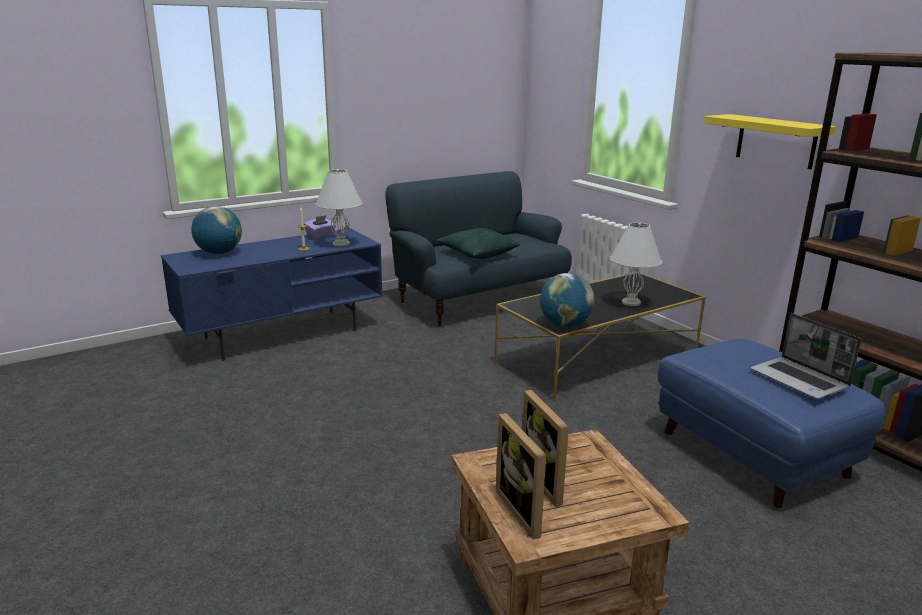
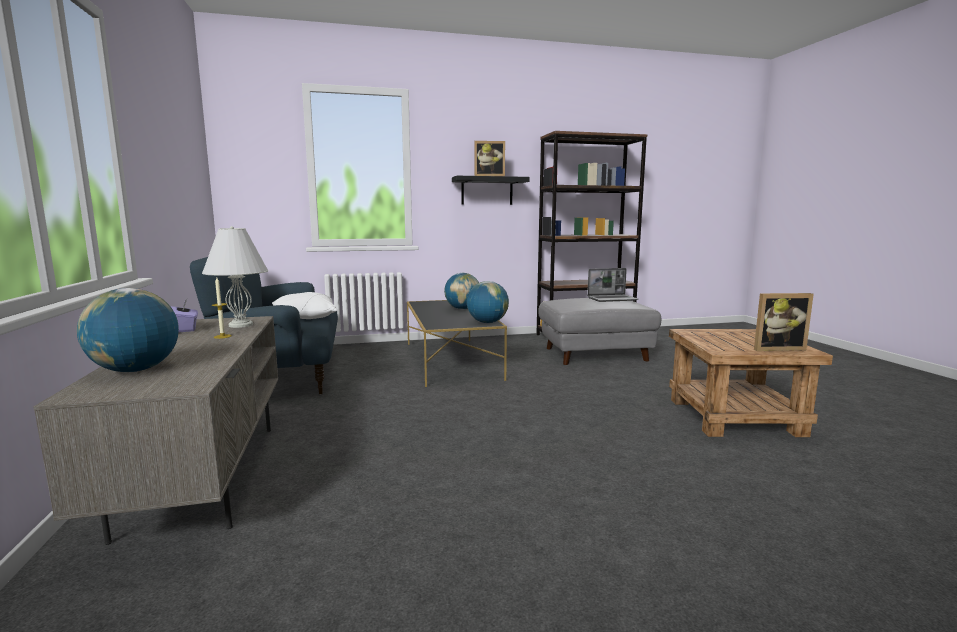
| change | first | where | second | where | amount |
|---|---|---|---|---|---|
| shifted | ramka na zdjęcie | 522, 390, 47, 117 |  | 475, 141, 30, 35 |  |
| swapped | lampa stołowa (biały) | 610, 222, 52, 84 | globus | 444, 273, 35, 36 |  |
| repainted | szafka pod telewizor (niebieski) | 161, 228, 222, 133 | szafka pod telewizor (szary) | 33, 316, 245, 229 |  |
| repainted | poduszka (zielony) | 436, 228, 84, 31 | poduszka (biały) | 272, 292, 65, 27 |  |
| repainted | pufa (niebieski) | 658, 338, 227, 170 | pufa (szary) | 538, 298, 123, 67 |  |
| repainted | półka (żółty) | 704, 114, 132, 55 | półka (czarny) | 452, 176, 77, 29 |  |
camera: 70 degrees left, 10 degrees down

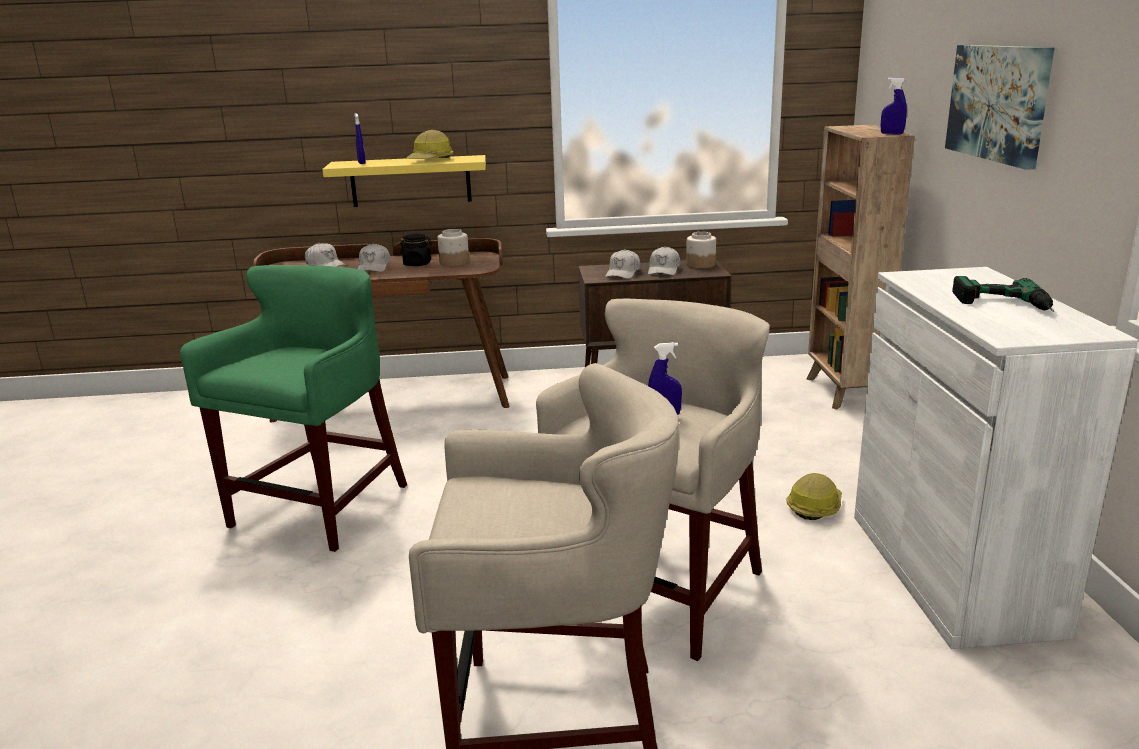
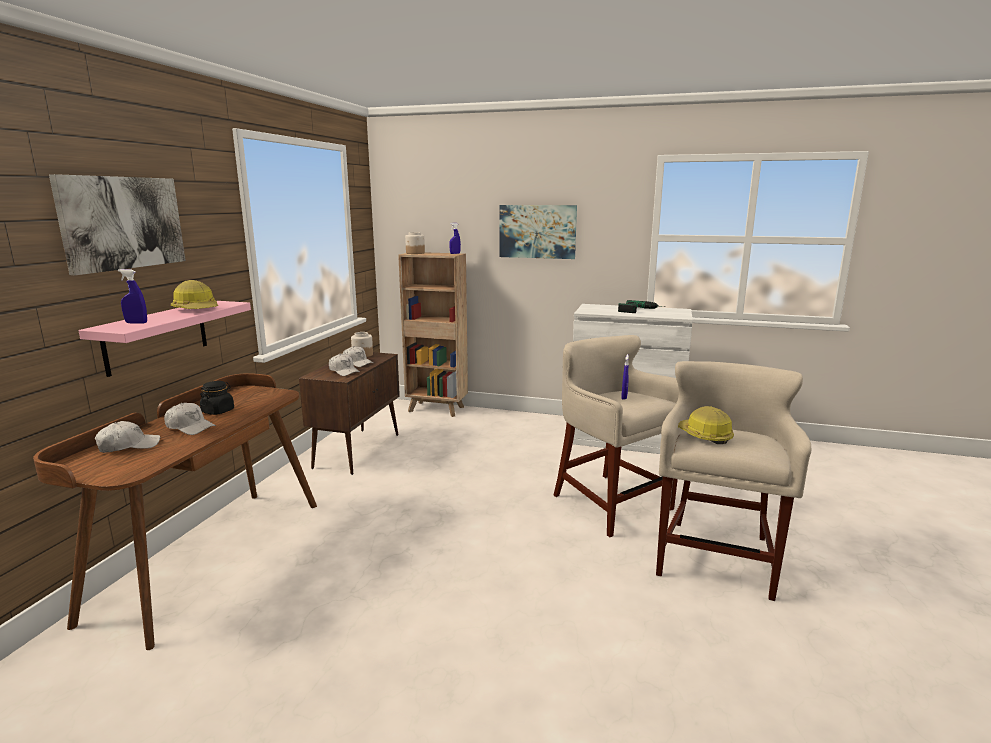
| change | first | where | second | where | amount |
|---|---|---|---|---|---|
| gone | stołek (zielony) | 180, 265, 227, 287 |  |  |  |
| new |  |  | obraz | 49, 174, 137, 101 |  |
| shifted | słoik | 437, 229, 32, 38 |  | 405, 232, 20, 22 |  |
| shifted | kask | 786, 473, 56, 47 |  | 678, 406, 56, 38 |  |
| repainted | półka (żółty) | 322, 155, 164, 52 | półka (różowy) | 78, 301, 173, 76 |  |
camera: 70 degrees left, 5 degrees down

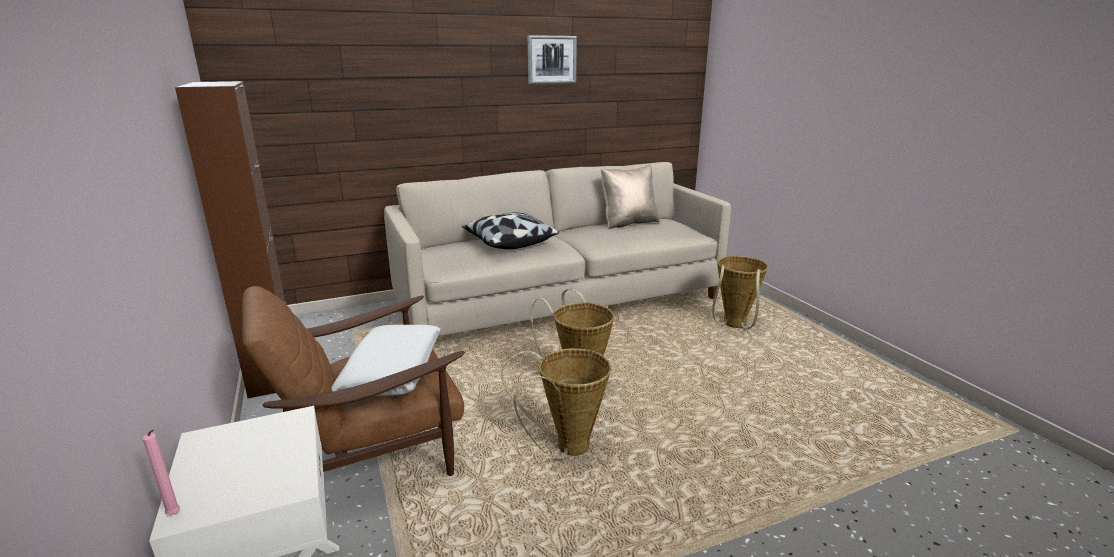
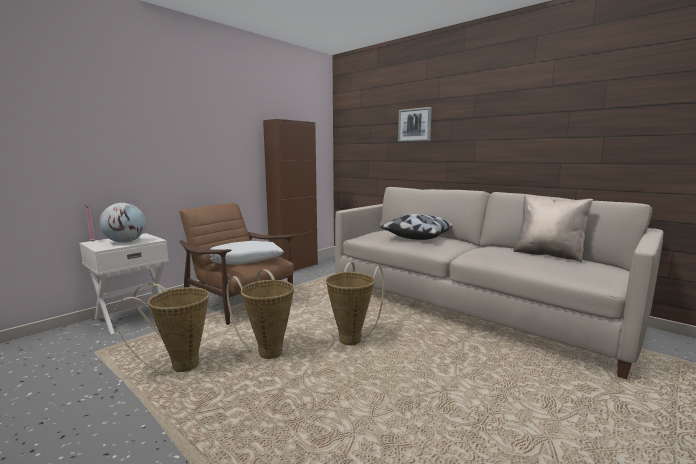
| change | first | where | second | where | amount |
|---|---|---|---|---|---|
| new |  |  | globus | 100, 203, 46, 40 |  |
| shifted | obraz | 528, 35, 49, 49 |  | 398, 107, 34, 35 |  |
| shifted | koszyk | 712, 256, 56, 73 |  | 114, 283, 95, 89 |  |
camera: 65 degrees right, 10 degrees down

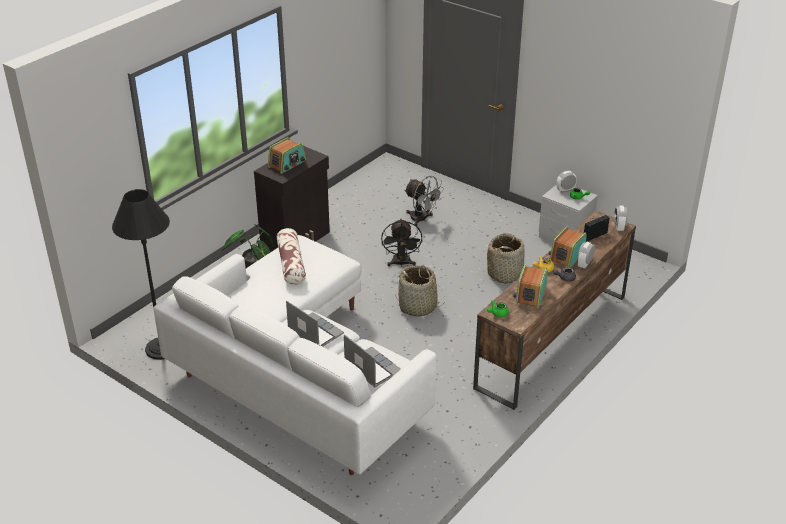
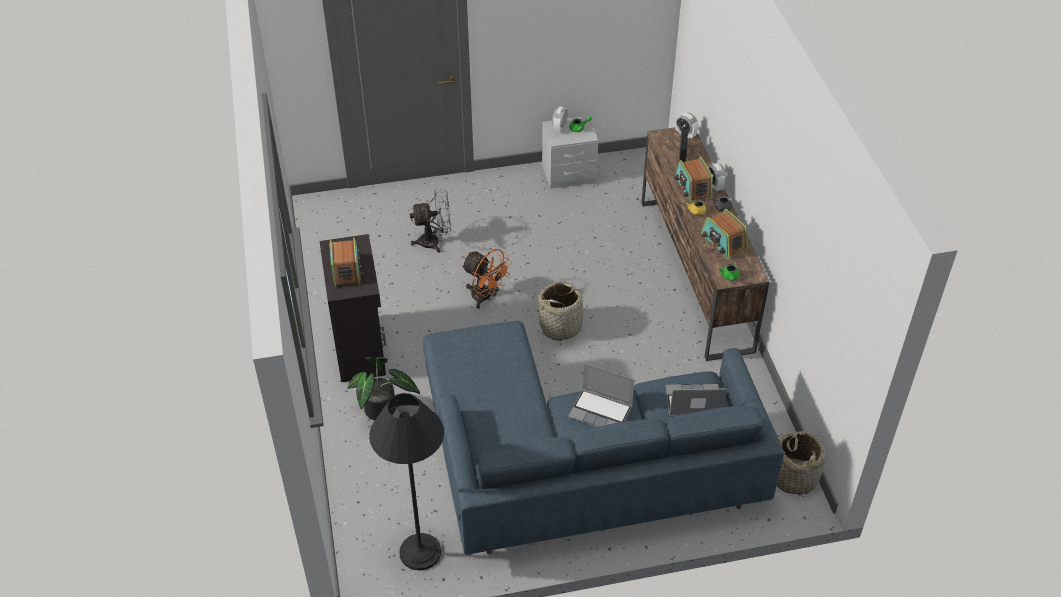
| change | first | where | second | where | amount |
|---|---|---|---|---|---|
| gone | poduszka | 276, 228, 30, 57 |  |  |  |
| shifted | koszyk | 487, 233, 38, 51 |  | 777, 429, 49, 68 |  |
| repainted | kanapa (biały) | 153, 235, 283, 240 | kanapa (niebieski) | 423, 321, 361, 234 |  |
| repainted | wentylator (czarny) | 381, 219, 42, 48 | wentylator (pomarańczowy) | 461, 249, 51, 60 |  |
| rotated | laptop | 286, 300, 58, 47 |  | 568, 363, 67, 64 | 150 degrees counterclockwise |
camera: 50 degrees left, 10 degrees up

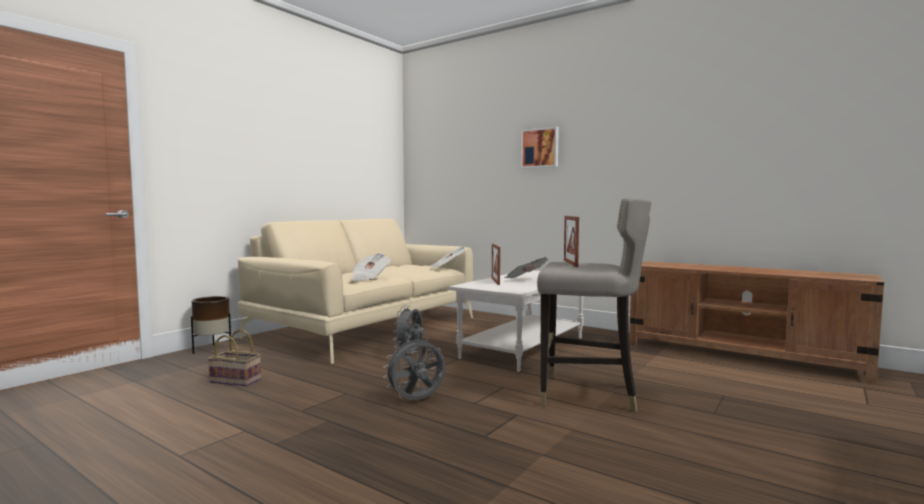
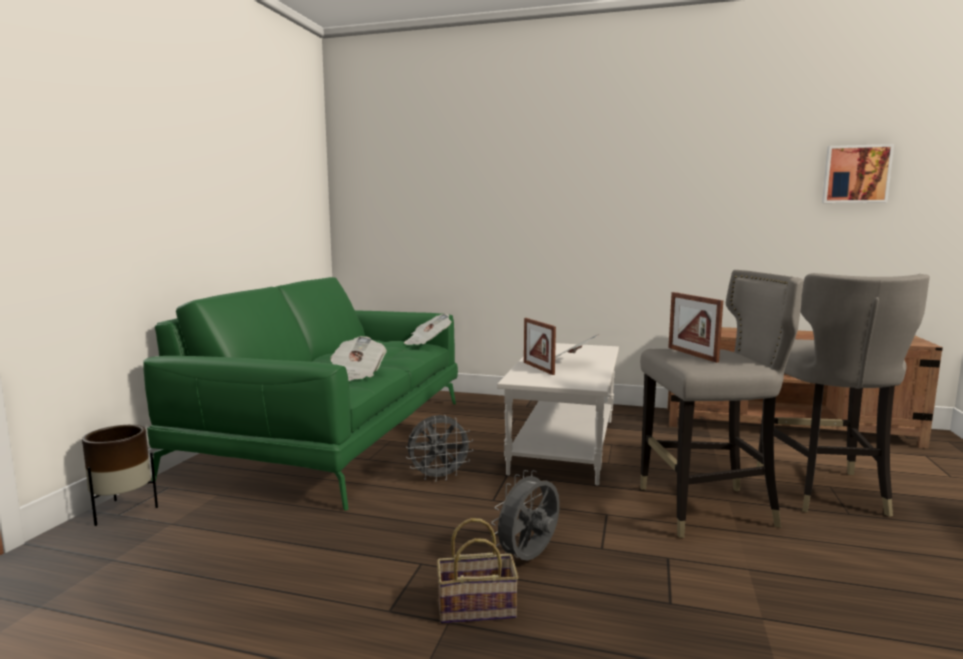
| change | first | where | second | where | amount |
|---|---|---|---|---|---|
| new |  |  | stołek (szary) | 757, 273, 173, 244 |  |
| shifted | koszyk | 208, 329, 53, 57 |  | 437, 518, 82, 106 |  |
| shifted | obraz | 521, 127, 38, 42 |  | 822, 144, 72, 59 |  |
| repainted | kanapa (beżowy) | 238, 219, 235, 145 | kanapa (zielony) | 143, 277, 315, 234 |  |
| rotated | wentylator (szary) | 393, 305, 32, 49 |  | 406, 415, 67, 67 | 105 degrees counterclockwise |
camera: 20 degrees left, 5 degrees up

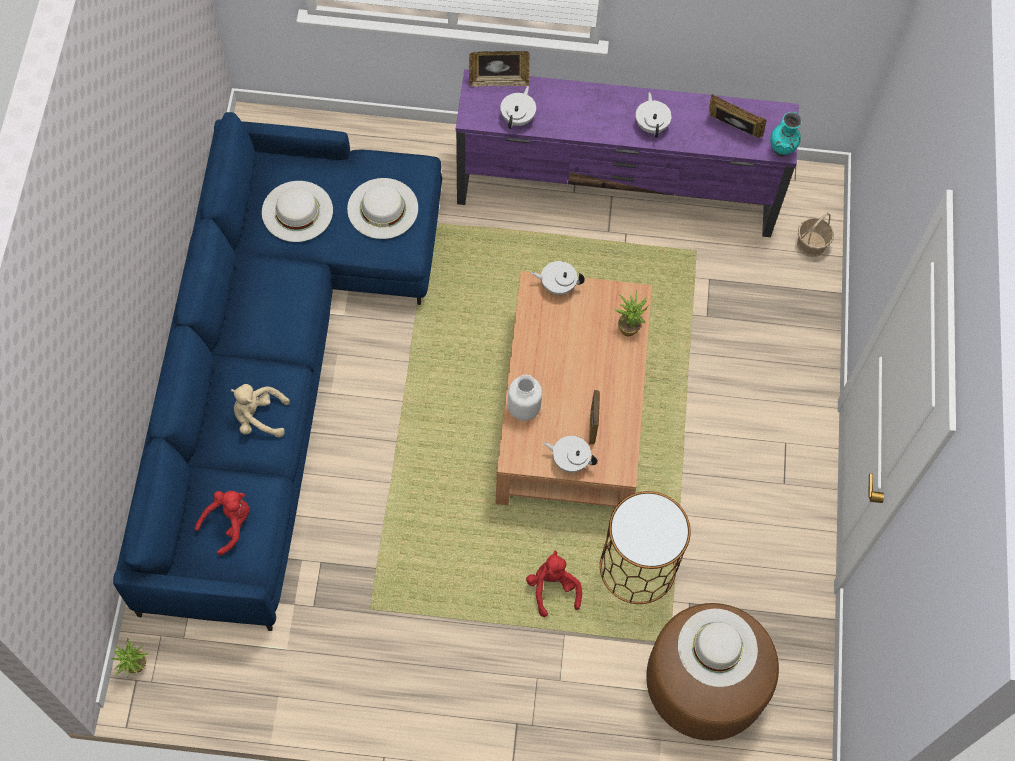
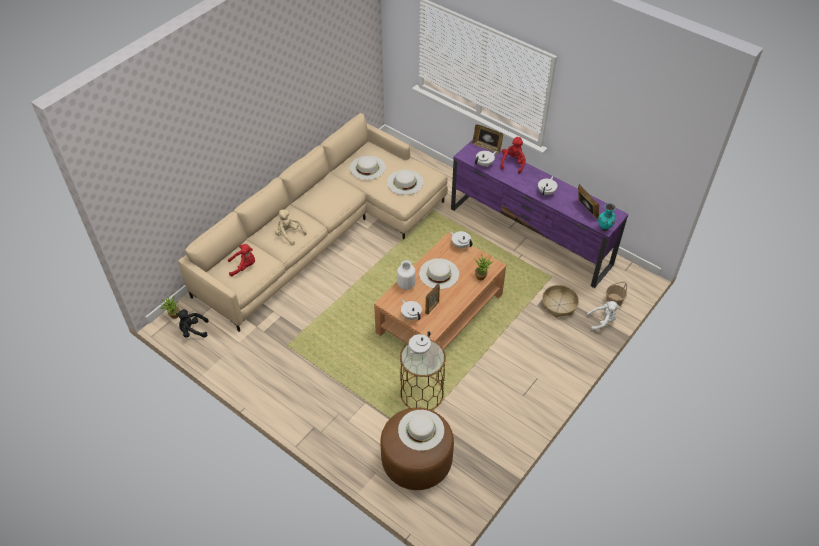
| change | first | where | second | where | amount |
|---|---|---|---|---|---|
| new |  |  | pluszak (czarny) | 176, 309, 33, 29 |  |
| new |  |  | imbryk (biały) | 408, 331, 23, 23 |  |
| new |  |  | kapelusz (biały) | 419, 258, 40, 31 |  |
| new |  |  | koszyk | 542, 285, 37, 32 |  |
| new |  |  | pluszak (biały) | 587, 301, 33, 30 |  |
| shifted | pluszak (czerwony) | 526, 551, 56, 66 |  | 501, 137, 25, 37 |  |
| repainted | kanapa (niebieski) | 113, 112, 329, 519 | kanapa (beżowy) | 178, 113, 270, 219 |  |
camera: 35 degrees right, 15 degrees down

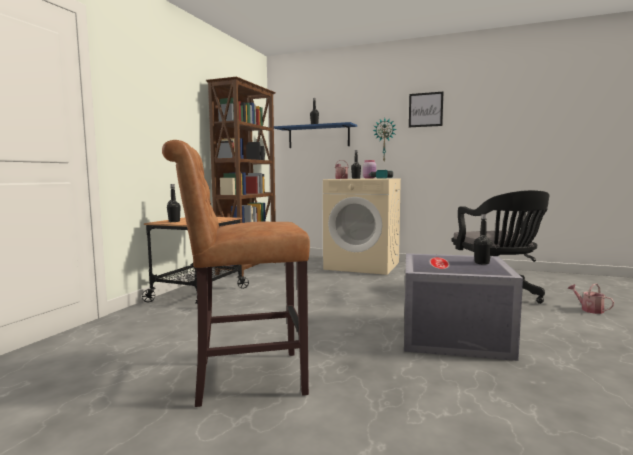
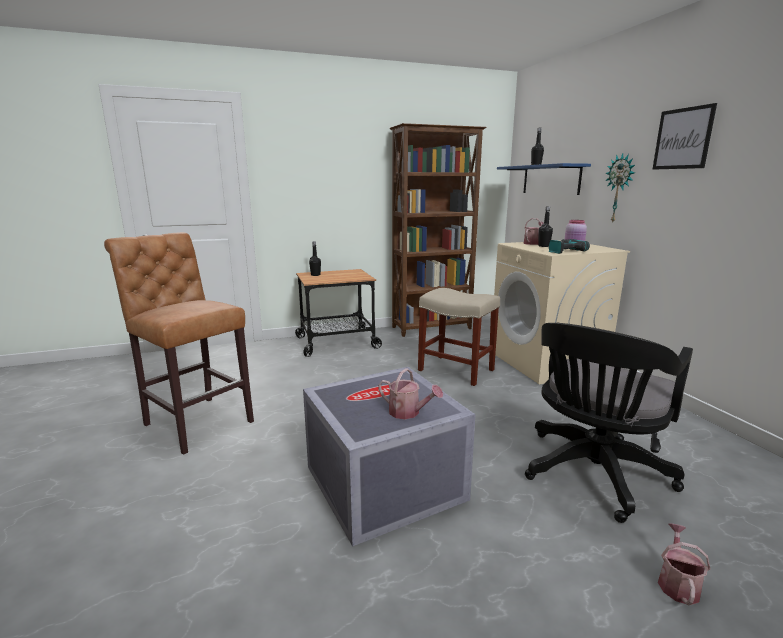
| change | first | where | second | where | amount |
|---|---|---|---|---|---|
| new |  |  | stołek (beżowy) | 418, 288, 82, 98 |  |
| swapped | butelka (czarny) | 474, 214, 18, 51 | konewka | 378, 368, 65, 51 |  |
camera: 50 degrees right, 10 degrees up

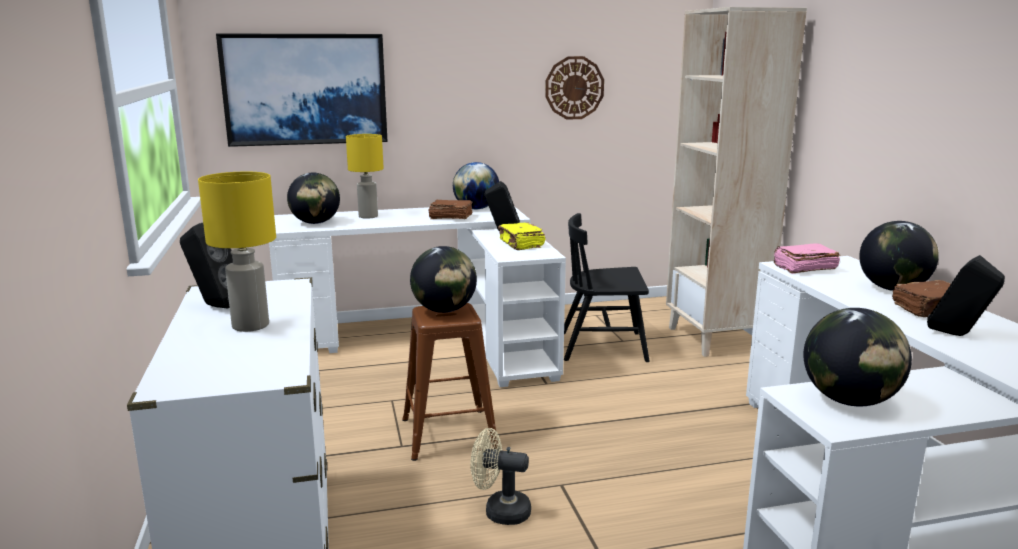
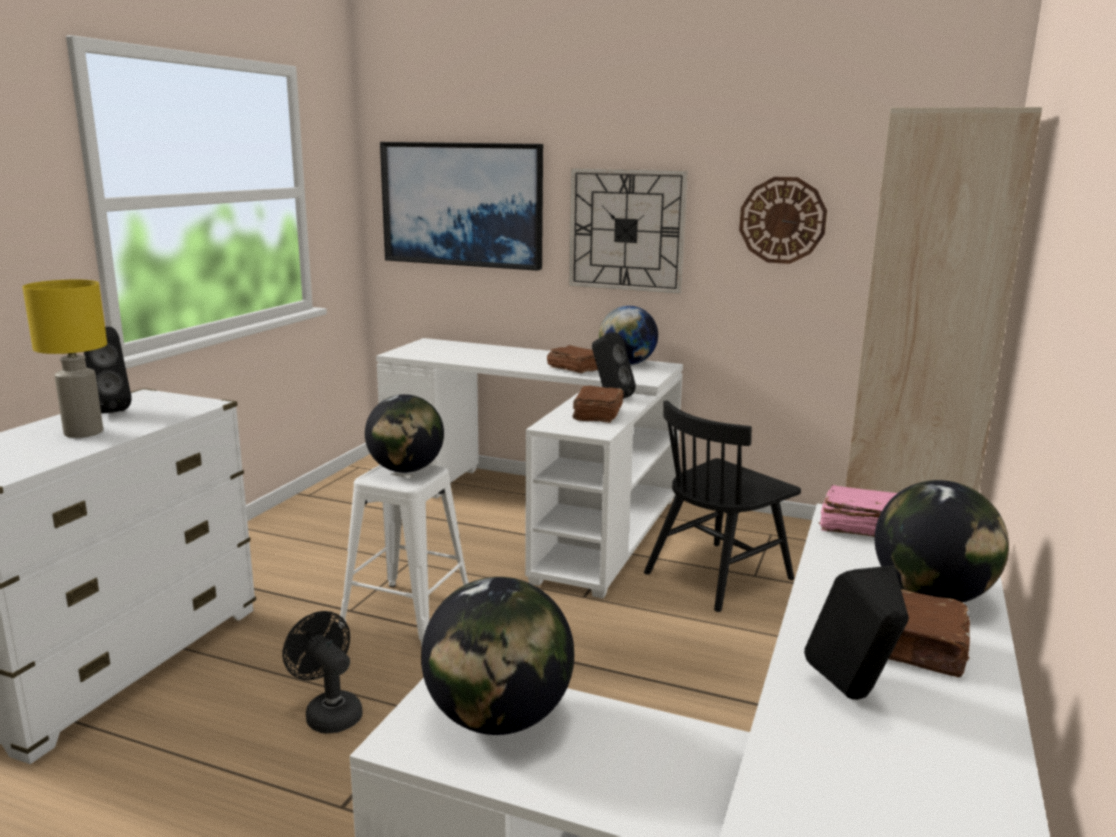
| change | first | where | second | where | amount |
|---|---|---|---|---|---|
| gone | globus | 287, 172, 53, 52 |  |  |  |
| gone | lampa stołowa (żółty) | 346, 134, 38, 85 |  |  |  |
| new |  |  | zegar ścienny | 569, 168, 119, 126 |  |
| repainted | stołek (brązowy) | 402, 303, 96, 158 | stołek (biały) | 338, 465, 131, 182 |  |
| repainted | wentylator (beżowy) | 470, 428, 61, 97 | wentylator (czarny) | 283, 611, 80, 123 |  |
| repainted | książka (żółty) | 498, 222, 47, 28 | książka (brązowy) | 572, 386, 52, 37 |  |
| rotated | krzesło (czarny) | 564, 213, 86, 149 |  | 644, 400, 157, 212 | 75 degrees counterclockwise |
camera: 35 degrees right, 0 degrees up

